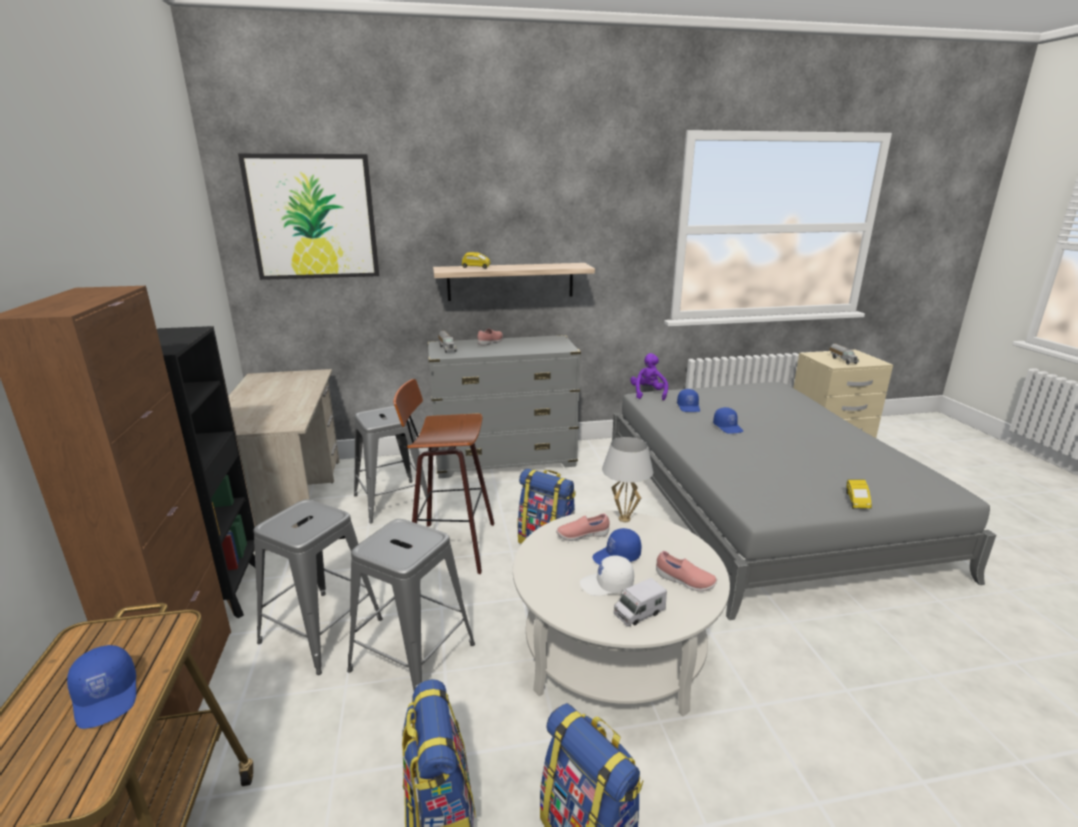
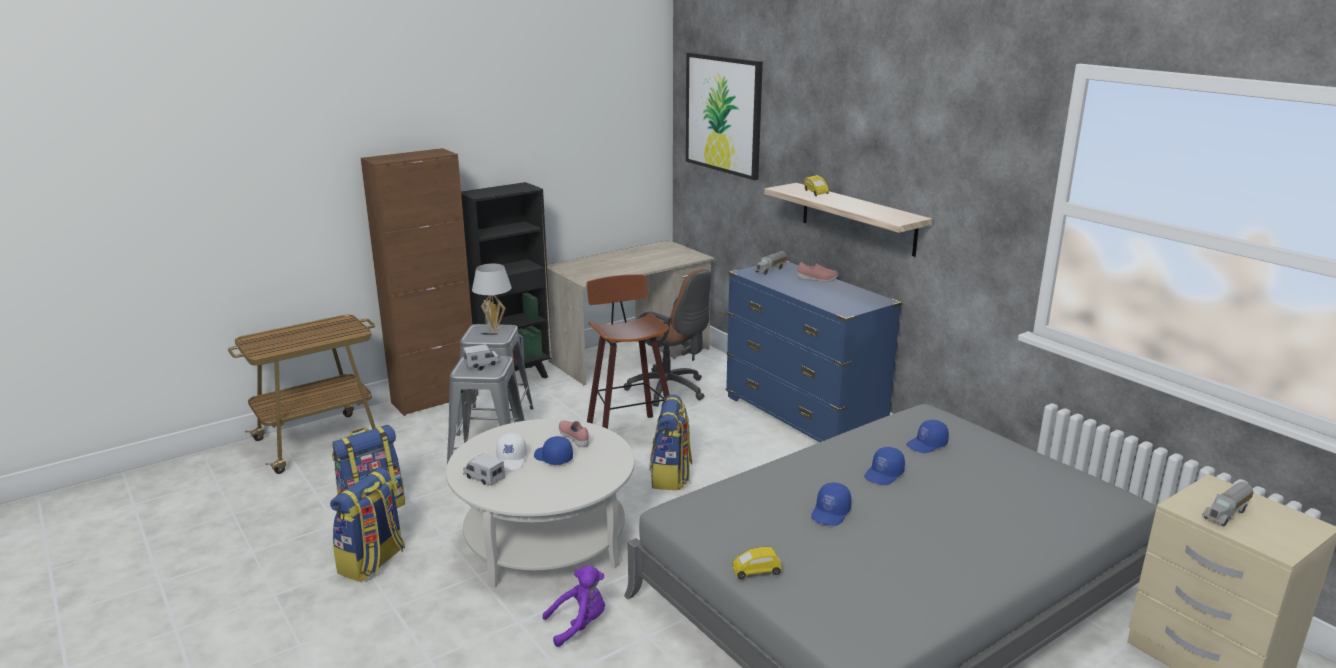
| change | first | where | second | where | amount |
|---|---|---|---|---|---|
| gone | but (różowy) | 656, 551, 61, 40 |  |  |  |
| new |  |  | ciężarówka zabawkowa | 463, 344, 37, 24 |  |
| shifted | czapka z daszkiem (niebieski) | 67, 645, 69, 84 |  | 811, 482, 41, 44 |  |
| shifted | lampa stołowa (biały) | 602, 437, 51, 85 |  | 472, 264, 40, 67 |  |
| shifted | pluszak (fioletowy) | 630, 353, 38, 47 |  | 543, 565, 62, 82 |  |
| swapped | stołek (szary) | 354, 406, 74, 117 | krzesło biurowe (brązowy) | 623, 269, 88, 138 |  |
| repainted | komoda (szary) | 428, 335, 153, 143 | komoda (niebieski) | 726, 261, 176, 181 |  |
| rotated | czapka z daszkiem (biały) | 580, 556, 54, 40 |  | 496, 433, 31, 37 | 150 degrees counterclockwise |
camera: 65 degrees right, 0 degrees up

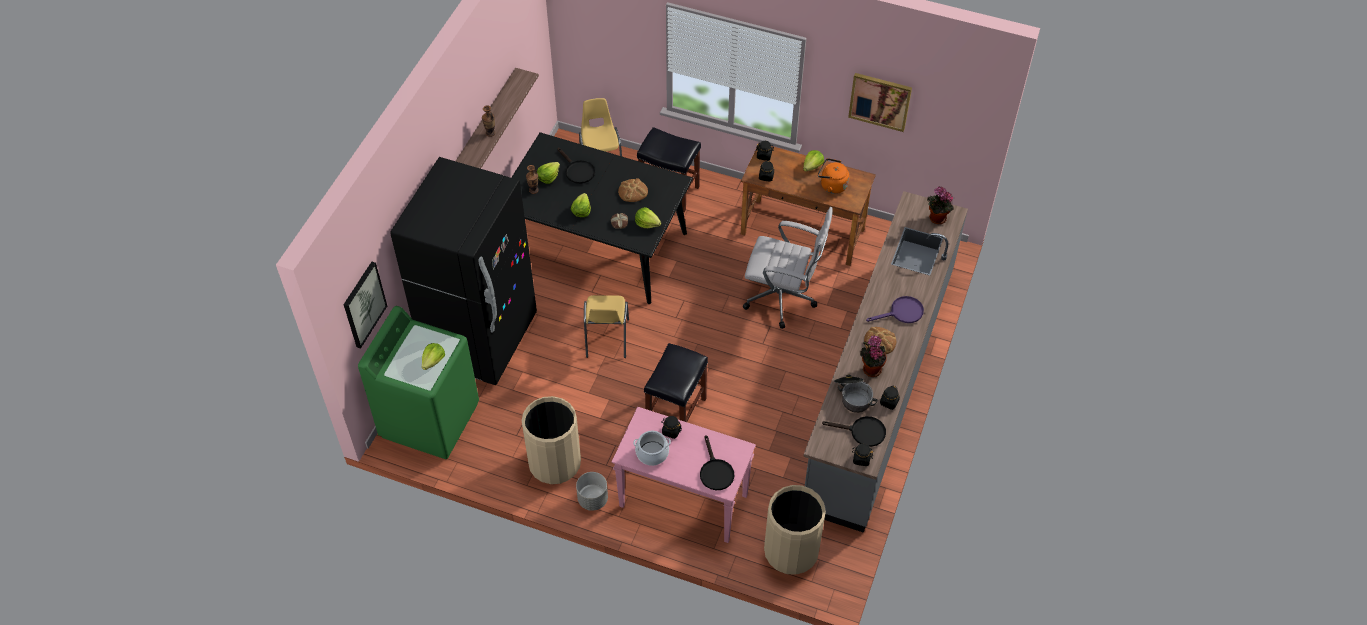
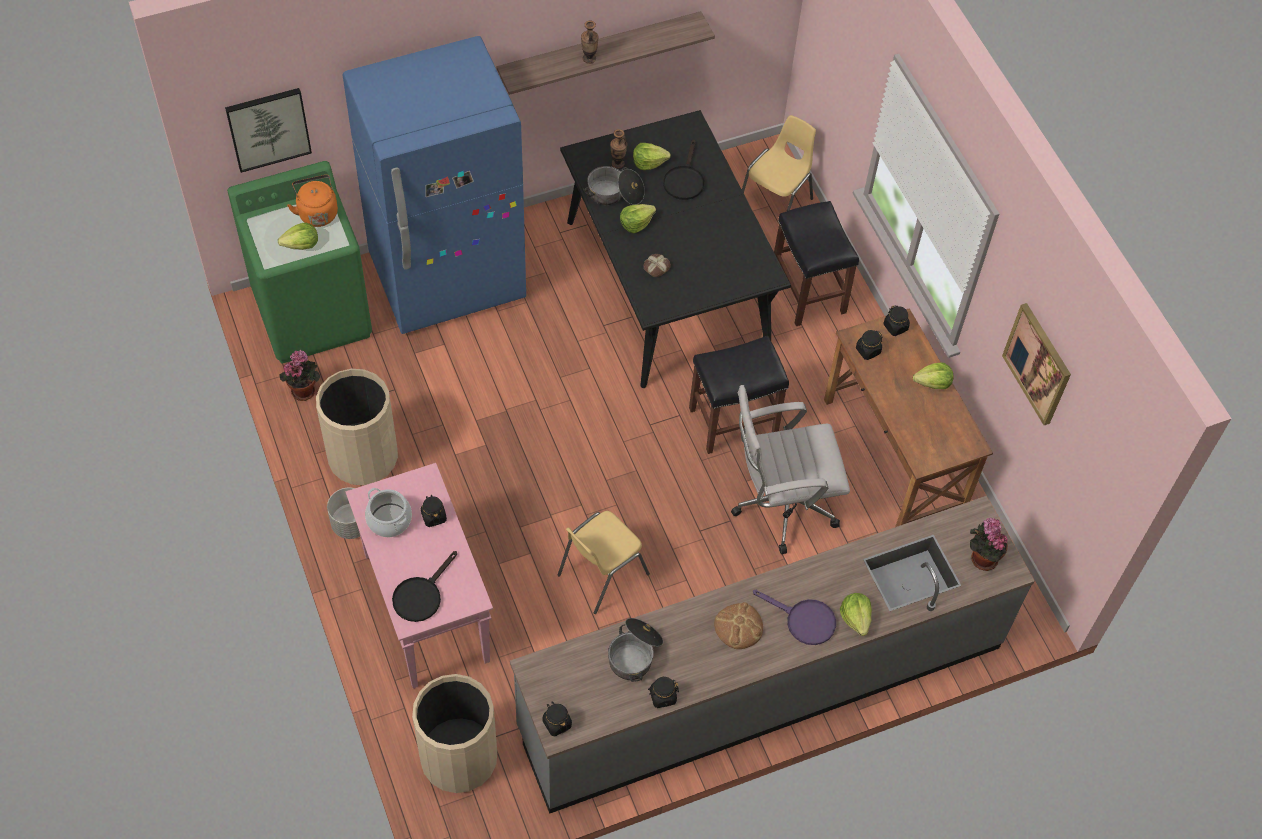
| change | first | where | second | where | amount |
|---|---|---|---|---|---|
| gone | chleb | 618, 178, 30, 24 |  |  |  |
| gone | patelnia (czarny) | 822, 416, 64, 31 |  |  |  |
| new |  |  | garnek | 583, 166, 62, 39 |  |
| shifted | krzesło (żółty) | 584, 295, 45, 63 |  | 558, 511, 92, 103 |  |
| shifted | sałata | 635, 207, 26, 21 |  | 840, 593, 32, 43 |  |
| shifted | stołek (czarny) | 644, 343, 64, 79 |  | 689, 336, 100, 118 |  |
| shifted | czajnik (pomarańczowy) | 818, 158, 31, 36 |  | 287, 175, 51, 52 |  |
| shifted | roślina doniczkowa | 860, 335, 27, 42 |  | 279, 349, 41, 52 |  |
| repainted | lodówka (czarny) | 391, 157, 146, 228 | lodówka (niebieski) | 343, 36, 183, 298 |  |
| rotated | krzesło biurowe (biały) | 743, 207, 90, 122 |  | 731, 385, 119, 169 | 105 degrees clockwise |
camera: 45 degrees right, 5 degrees up

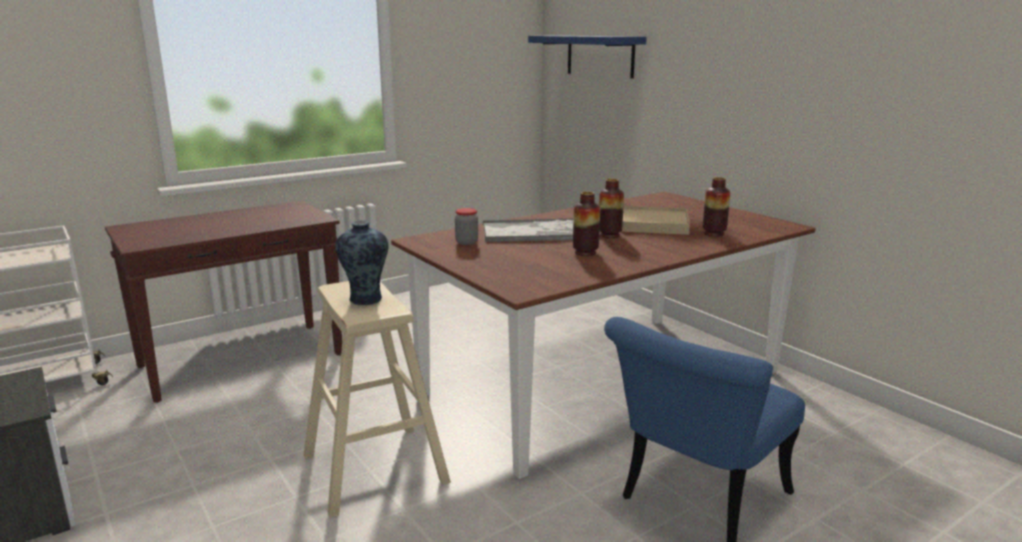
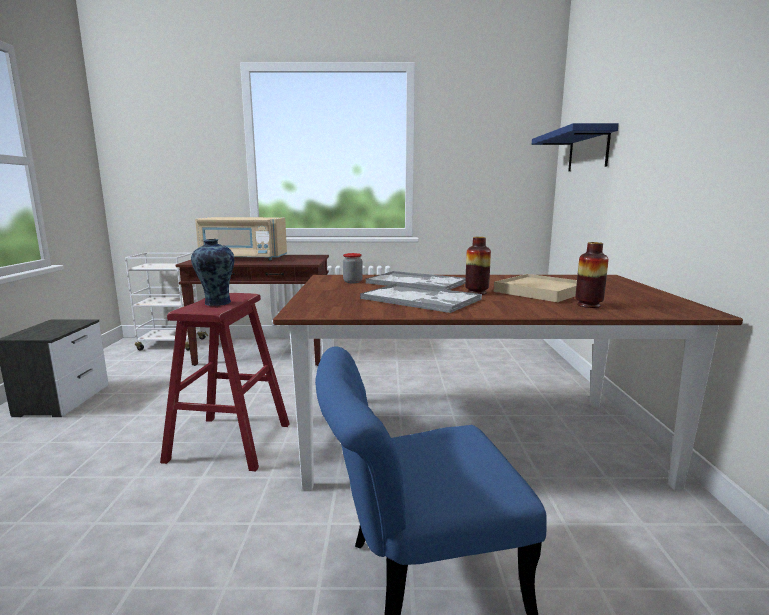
| change | first | where | second | where | amount |
|---|---|---|---|---|---|
| new |  |  | mikrofalówka (beżowy) | 195, 217, 92, 43 |  |
| swapped | wazon | 573, 192, 27, 64 | taca | 360, 283, 122, 30 |  |
| repainted | stołek (beżowy) | 303, 281, 148, 237 | stołek (czerwony) | 160, 293, 130, 178 |  |
camera: 35 degrees right, 5 degrees down

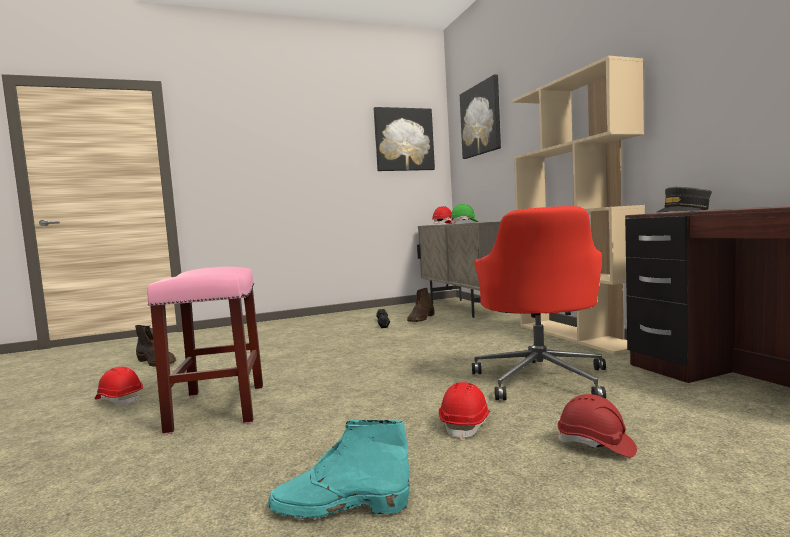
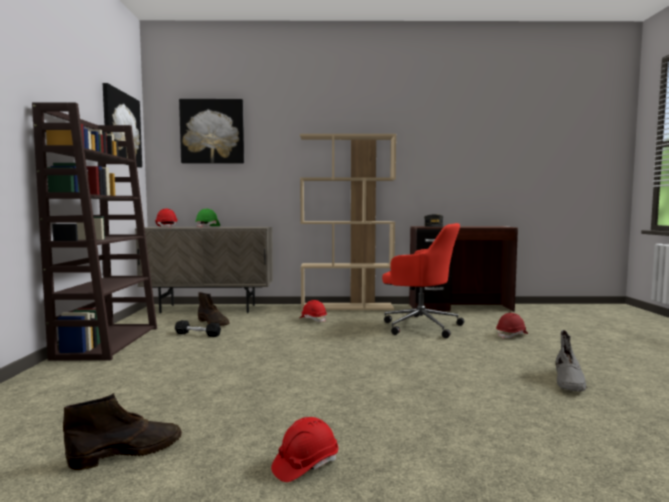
| change | first | where | second | where | amount |
|---|---|---|---|---|---|
| gone | stołek (różowy) | 147, 267, 116, 168 |  |  |  |
| new |  |  | regał (brązowy) | 32, 102, 125, 258 |  |
| shifted | kask (czerwony) | 439, 382, 51, 58 |  | 299, 300, 28, 22 |  |
| repainted | but z cholewką (turkusowy) | 268, 420, 142, 100 | but z cholewką (szary) | 556, 330, 31, 61 |  |
camera: 70 degrees left, 0 degrees up

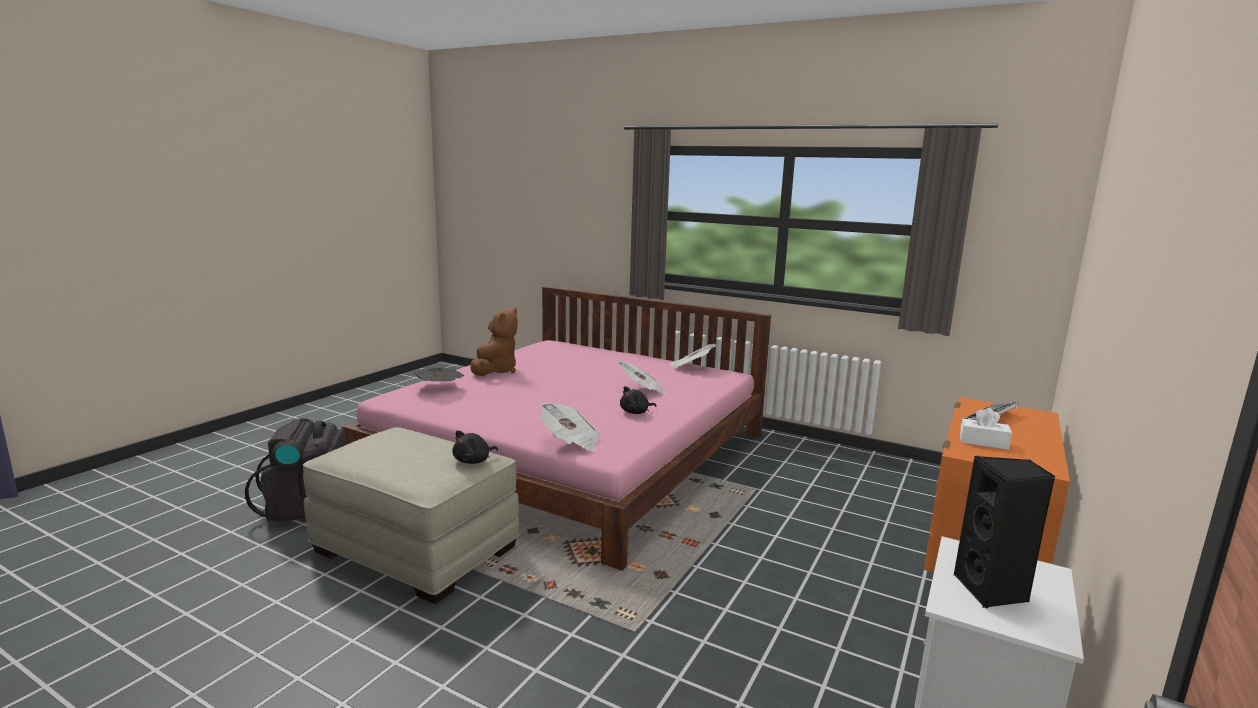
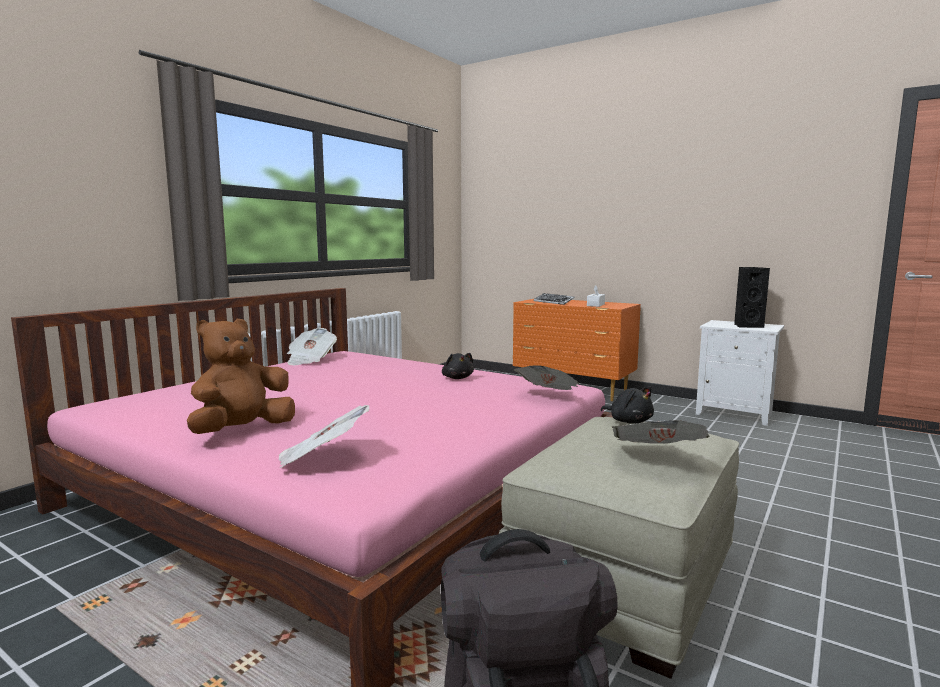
| change | first | where | second | where | amount |
|---|---|---|---|---|---|
| shifted | gazeta | 617, 361, 49, 33 |  | 612, 420, 97, 24 |  |
| rotated | pluszak (brązowy) | 470, 308, 48, 68 |  | 187, 319, 108, 115 | 75 degrees counterclockwise |
camera: 85 degrees left, 5 degrees down

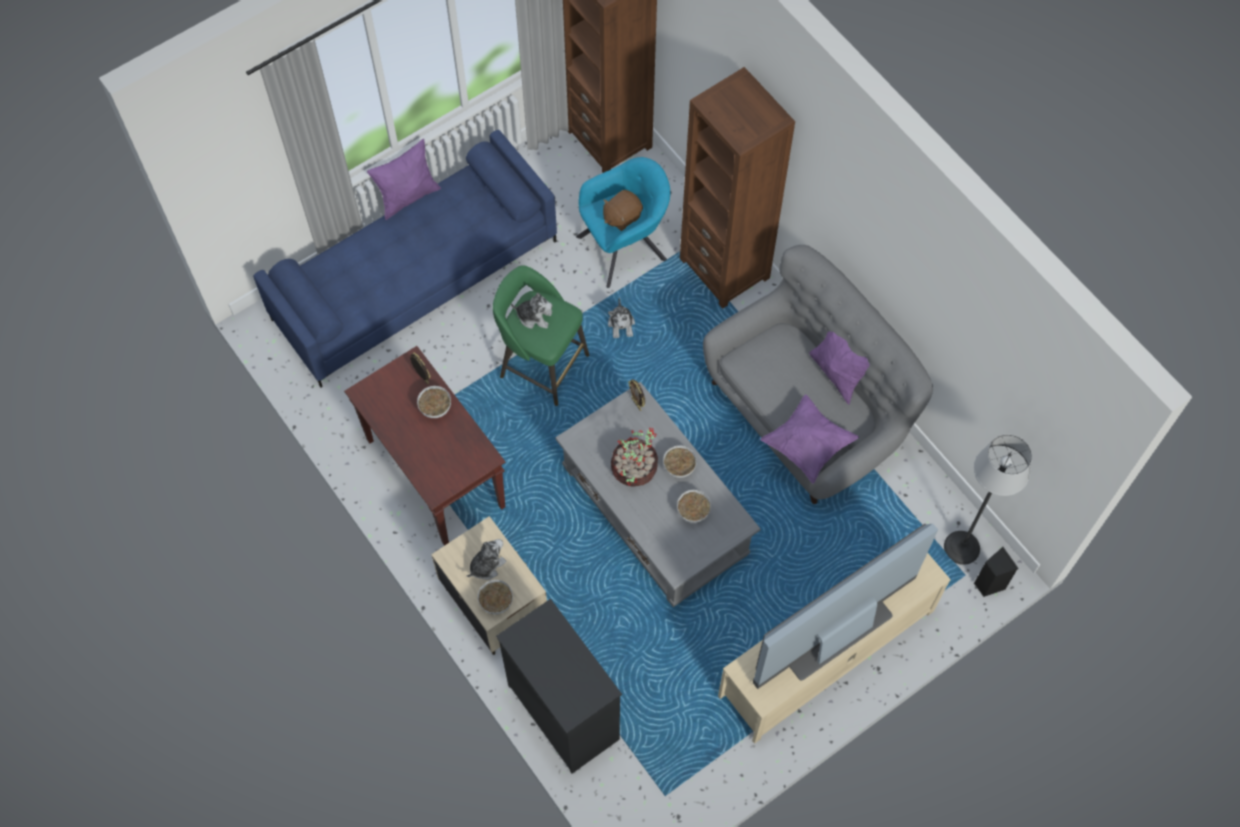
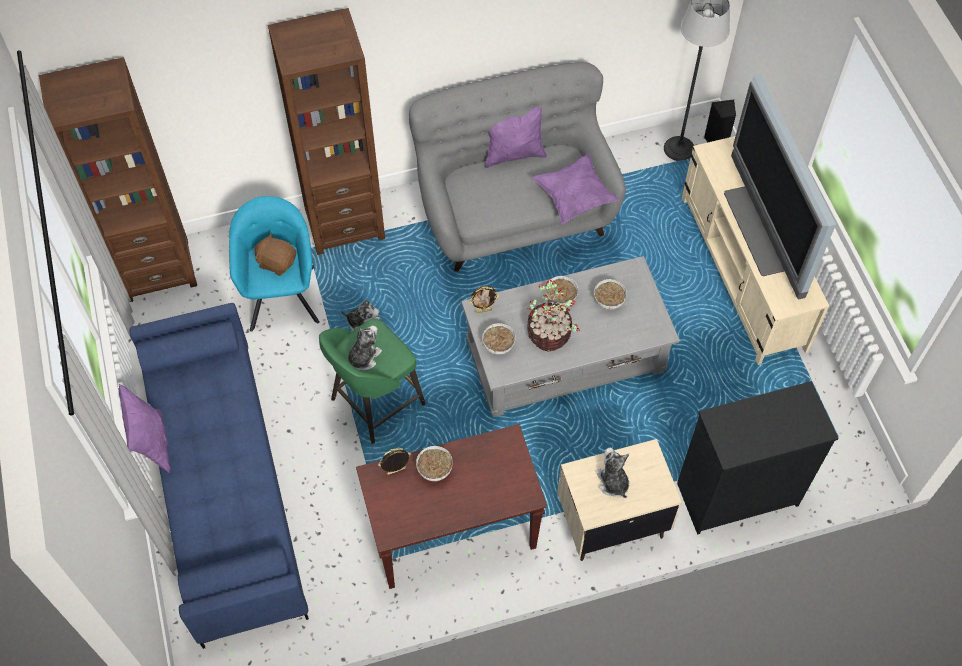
| change | first | where | second | where | amount |
|---|---|---|---|---|---|
| shifted | miska | 478, 580, 35, 34 |  | 482, 323, 33, 32 |  |
| rotated | pluszak (brązowy) | 603, 190, 40, 41 |  | 254, 232, 42, 44 | 135 degrees clockwise |
camera: 70 degrees left, 5 degrees down

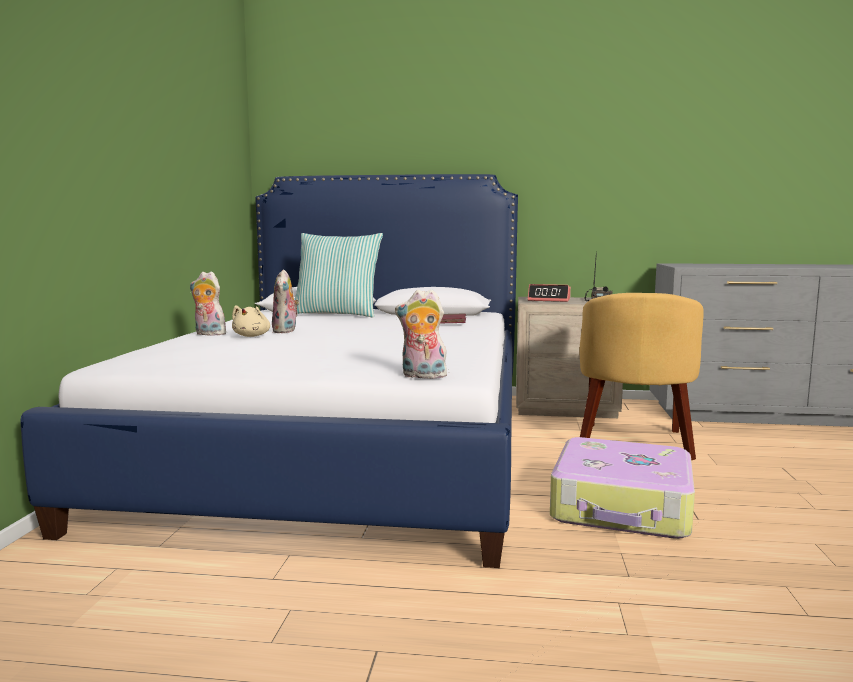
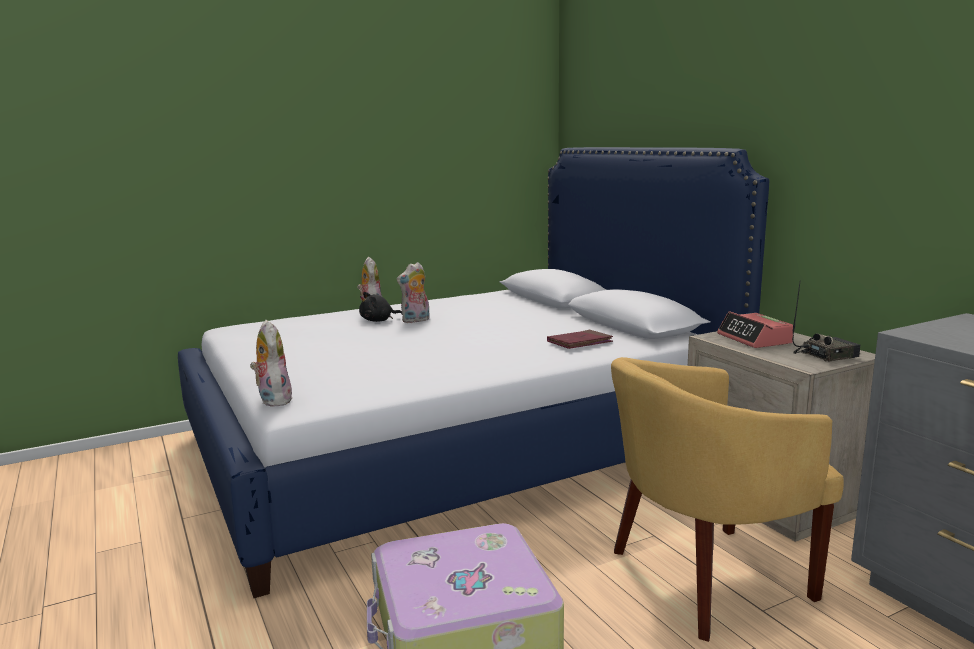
| change | first | where | second | where | amount |
|---|---|---|---|---|---|
| gone | poduszka | 294, 233, 89, 85 |  |  |  |
| repainted | pluszak (beżowy) | 232, 305, 38, 32 | pluszak (czarny) | 359, 292, 43, 30 |  |
camera: 55 degrees right, 5 degrees up

